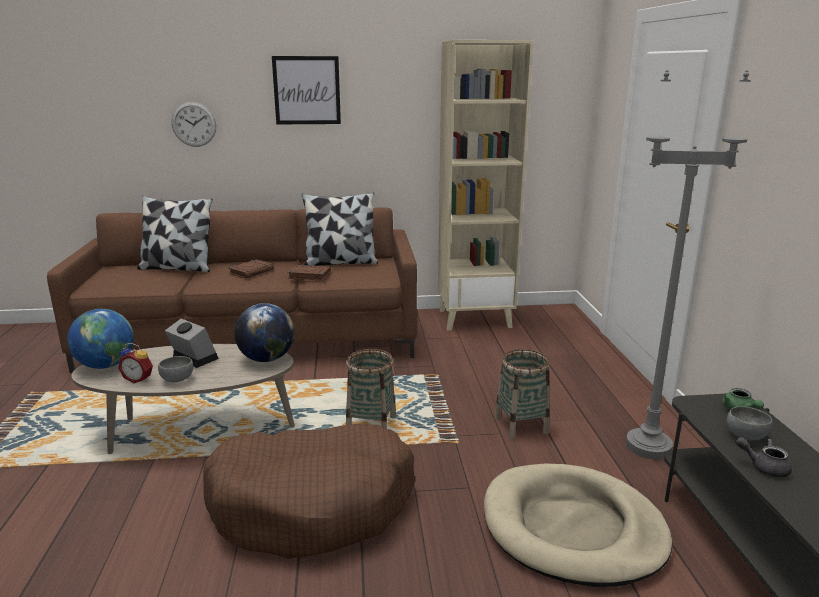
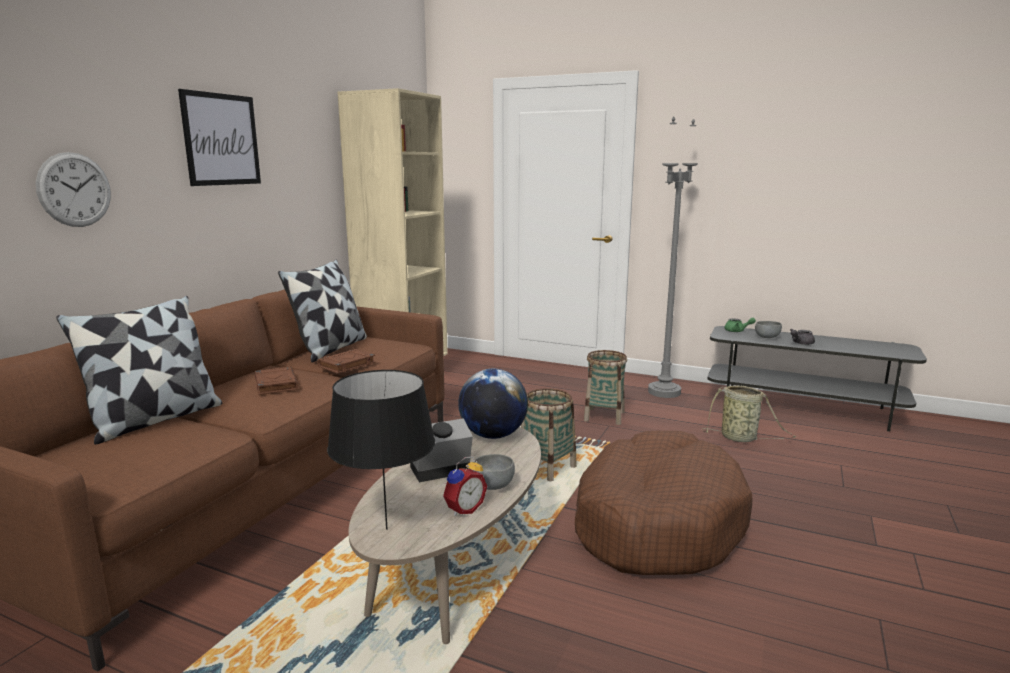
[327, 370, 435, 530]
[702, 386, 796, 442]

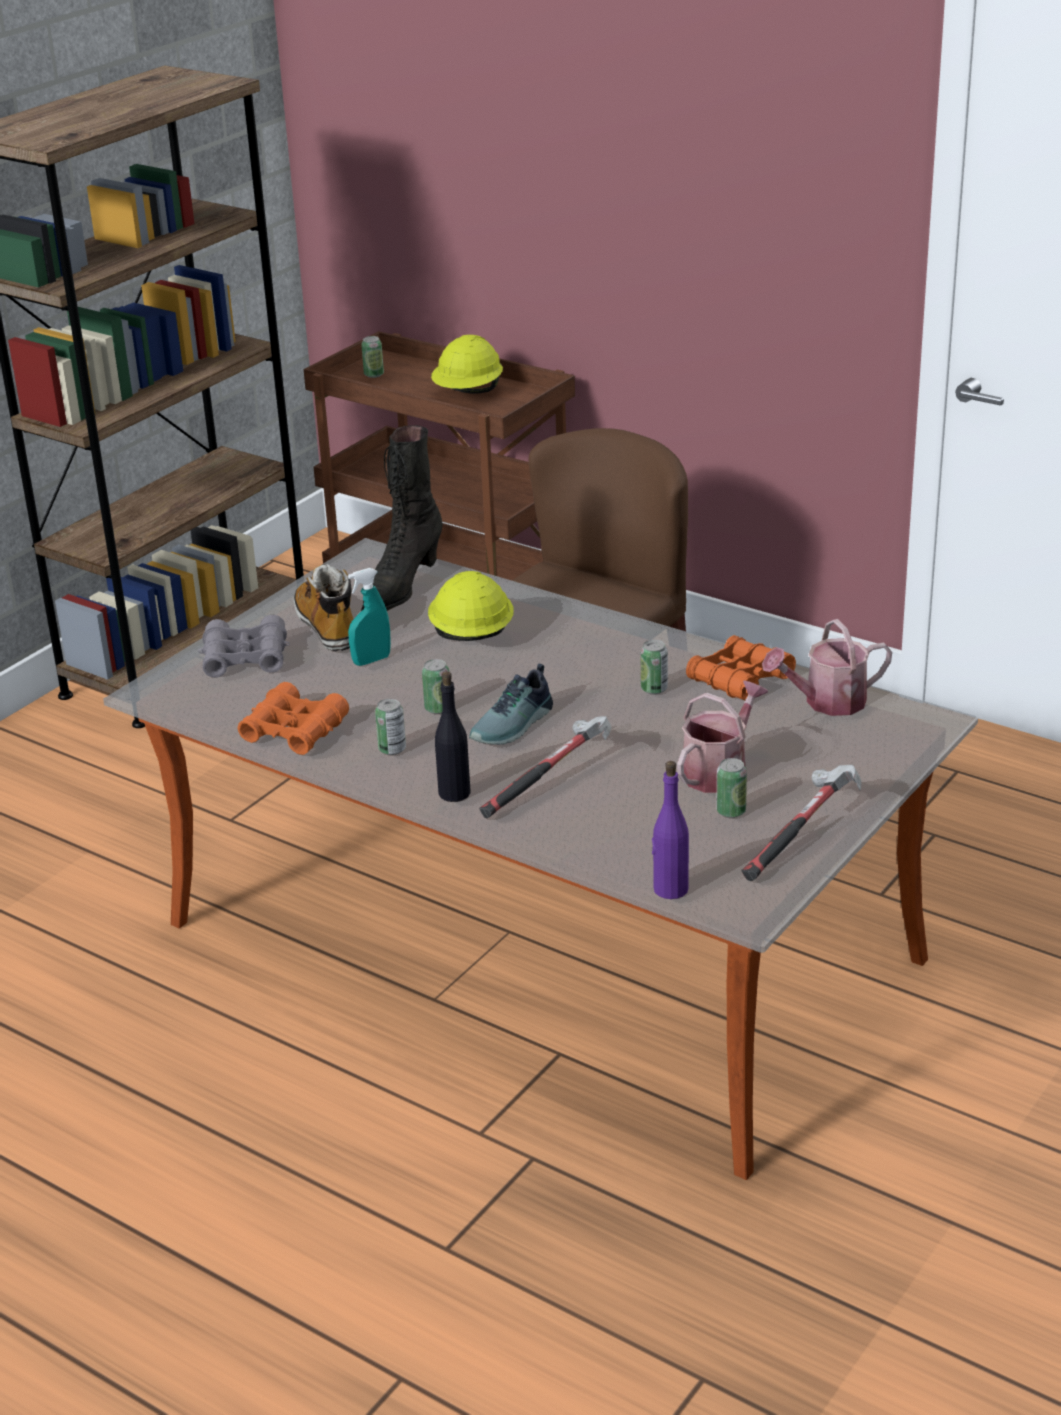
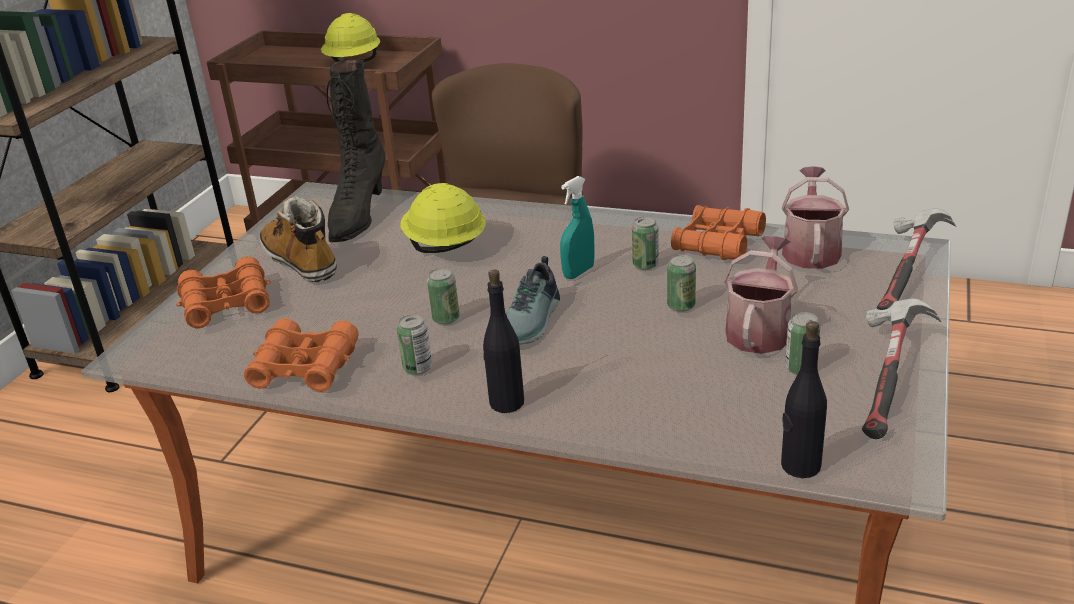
[667, 254, 696, 312]
[560, 176, 595, 279]
[176, 256, 271, 328]
[782, 166, 849, 269]
[877, 208, 956, 310]
[781, 321, 827, 478]

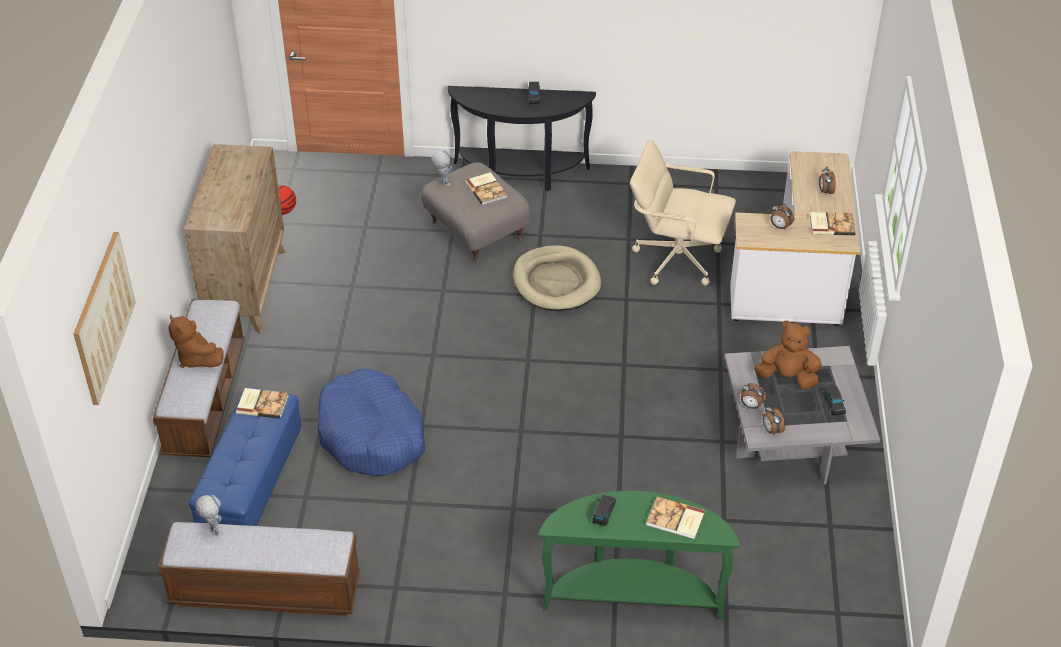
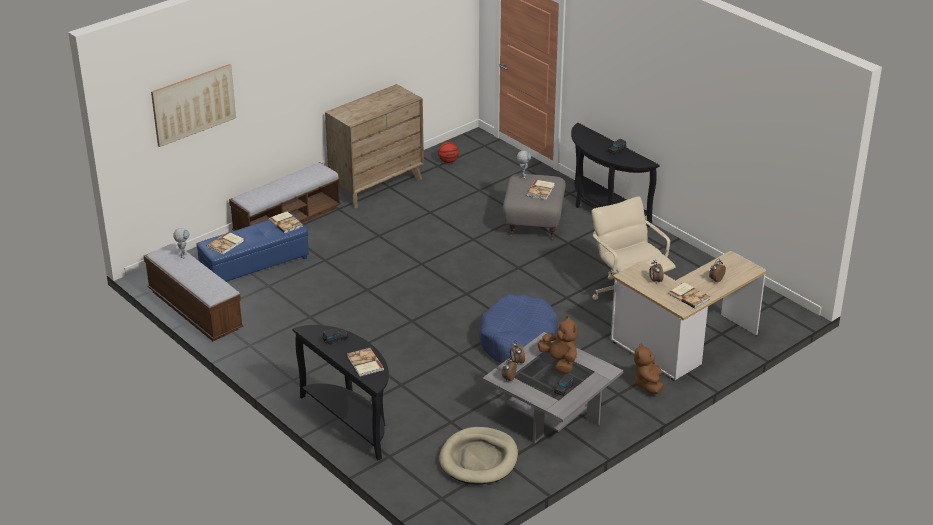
[439, 427, 518, 485]
[634, 343, 664, 395]
[479, 294, 558, 363]
[292, 325, 389, 460]
[207, 232, 244, 255]

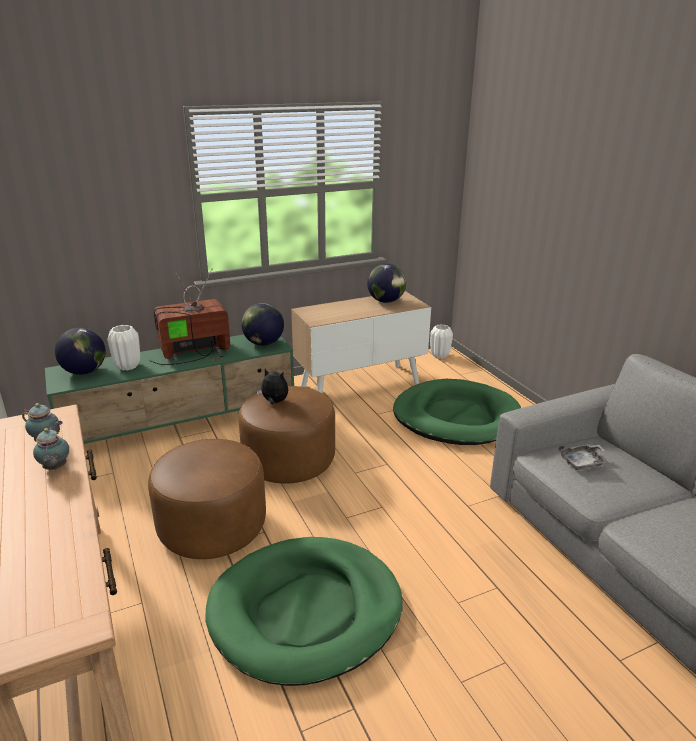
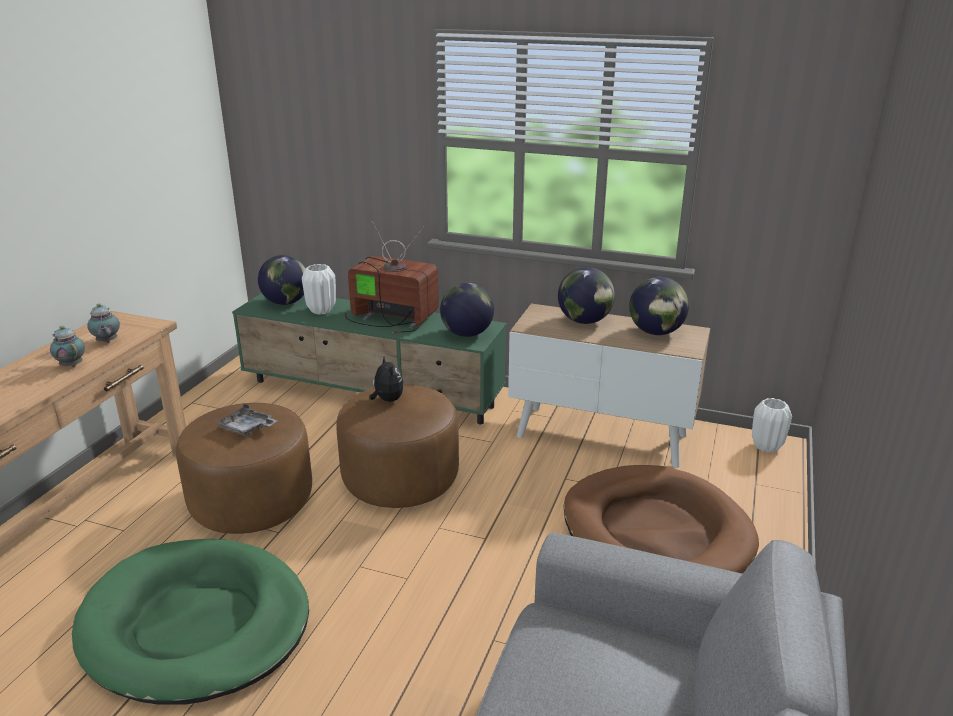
[564, 465, 759, 574]
[50, 326, 85, 367]
[215, 404, 277, 436]
[558, 267, 615, 324]

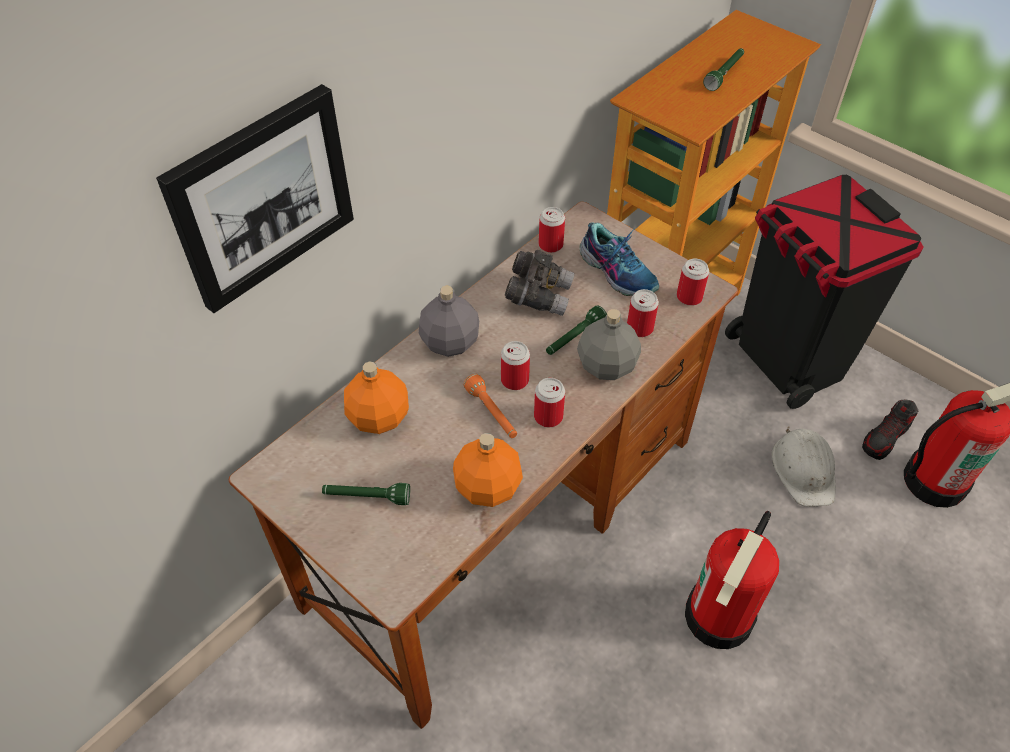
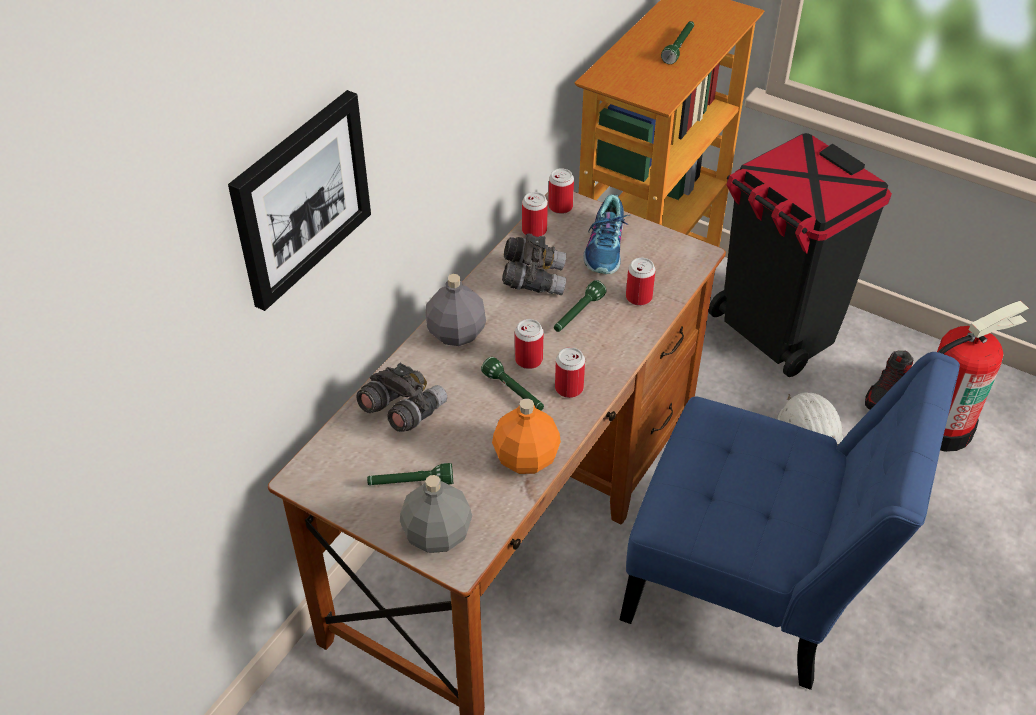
[583, 194, 628, 274]
[548, 168, 574, 214]
[400, 475, 472, 553]
[357, 363, 447, 432]
[481, 357, 544, 410]
[620, 352, 960, 690]

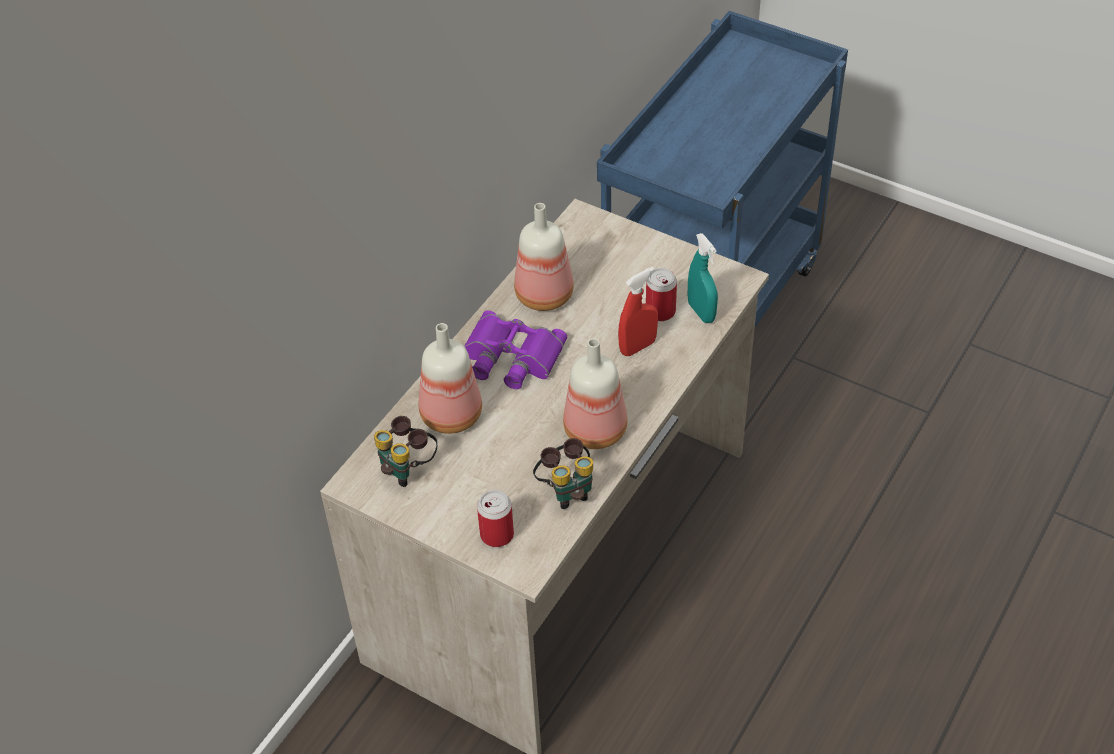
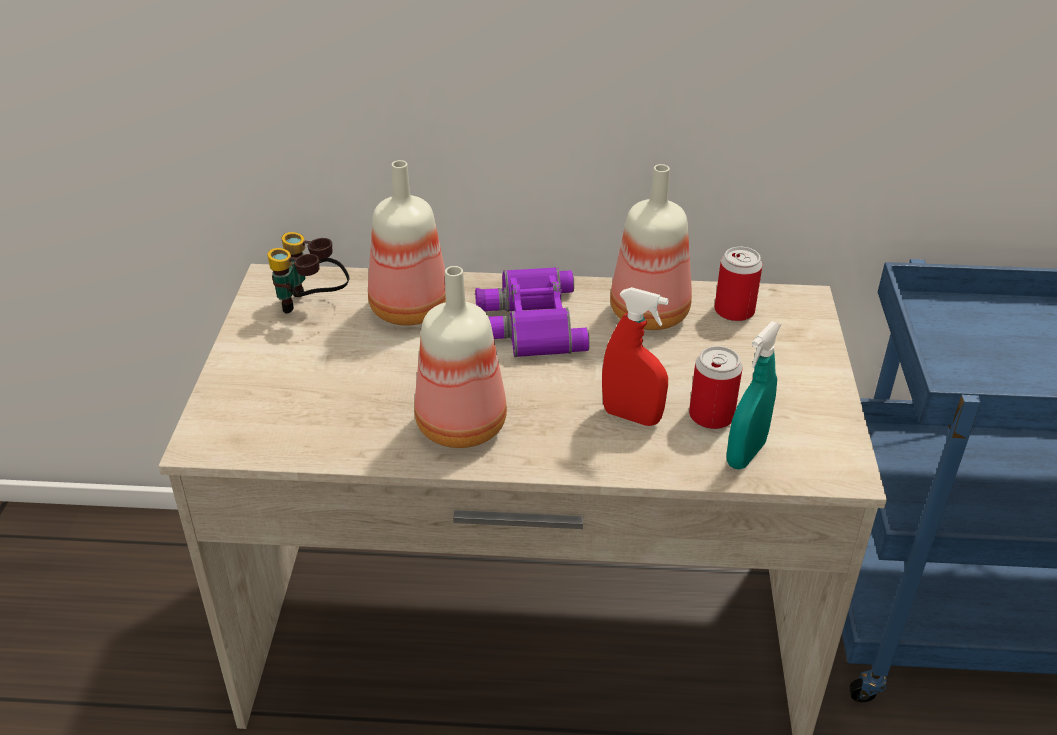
[533, 438, 593, 509] (first image)
[714, 247, 763, 321]

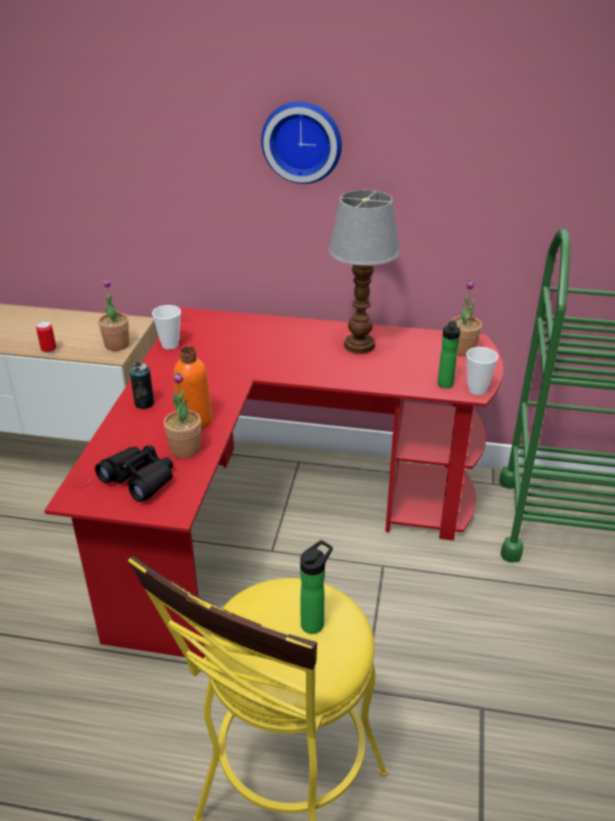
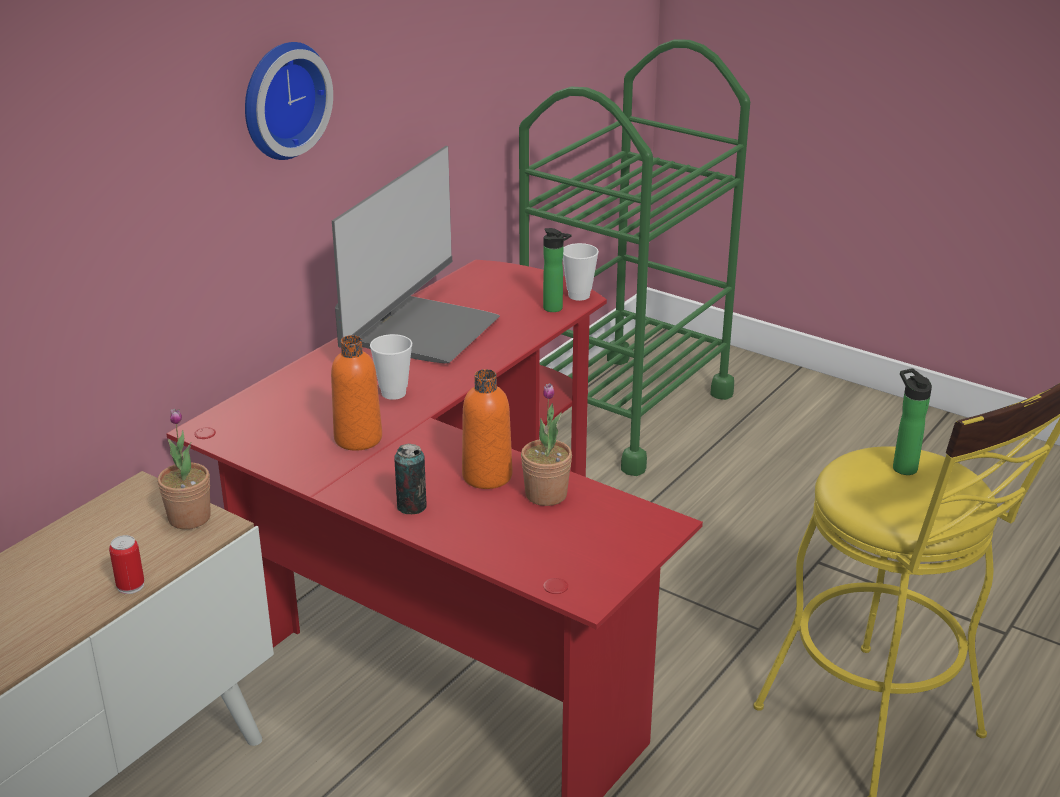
[332, 146, 500, 364]
[452, 280, 482, 356] (first image)
[370, 334, 412, 400]
[95, 445, 173, 502] (first image)
[331, 335, 382, 451]

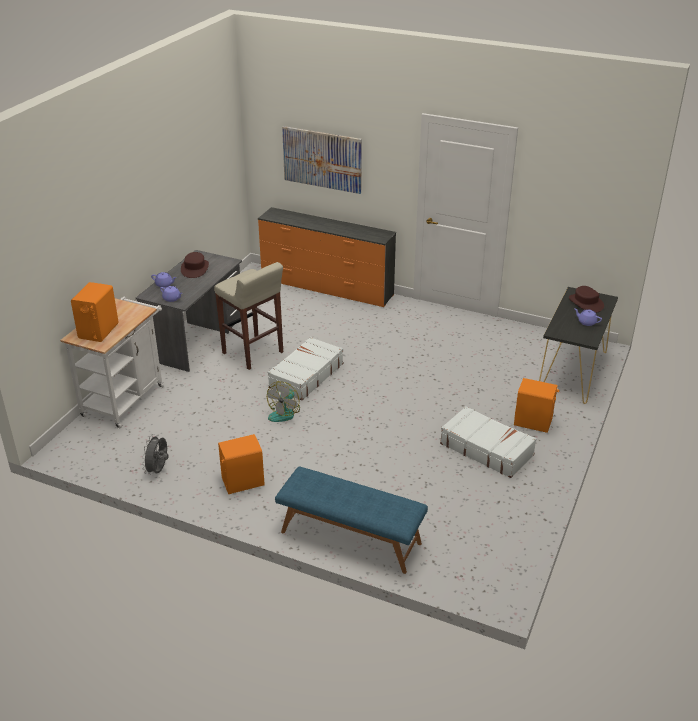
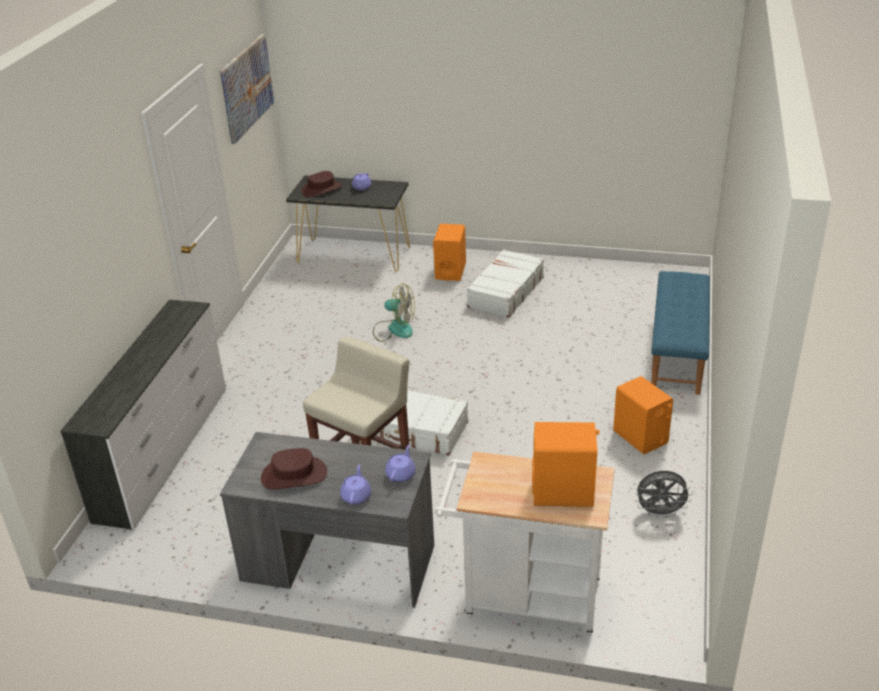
[219, 34, 274, 144]
[60, 299, 226, 531]
[373, 284, 415, 342]

